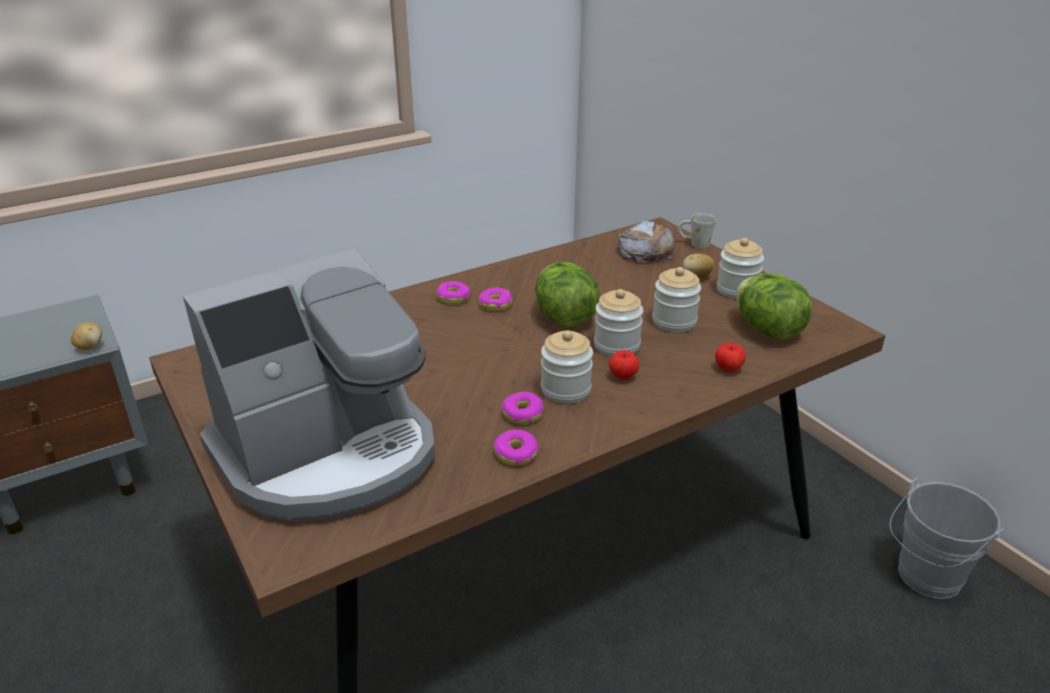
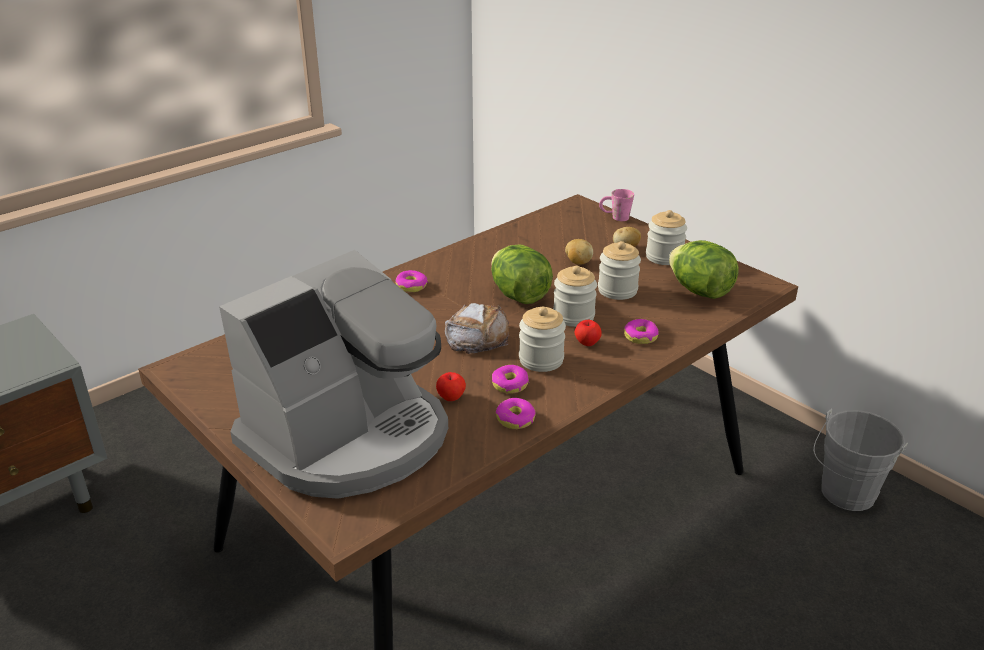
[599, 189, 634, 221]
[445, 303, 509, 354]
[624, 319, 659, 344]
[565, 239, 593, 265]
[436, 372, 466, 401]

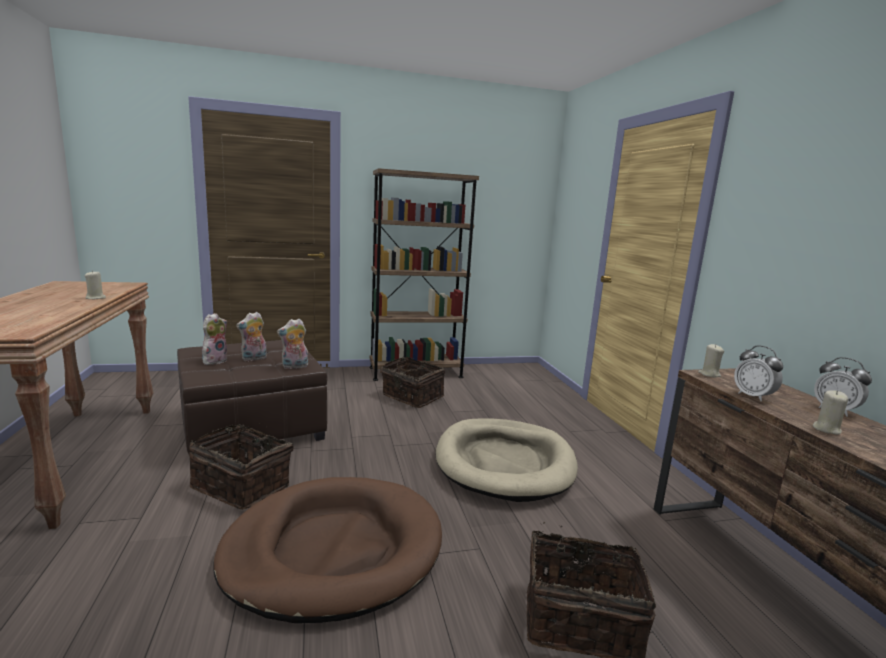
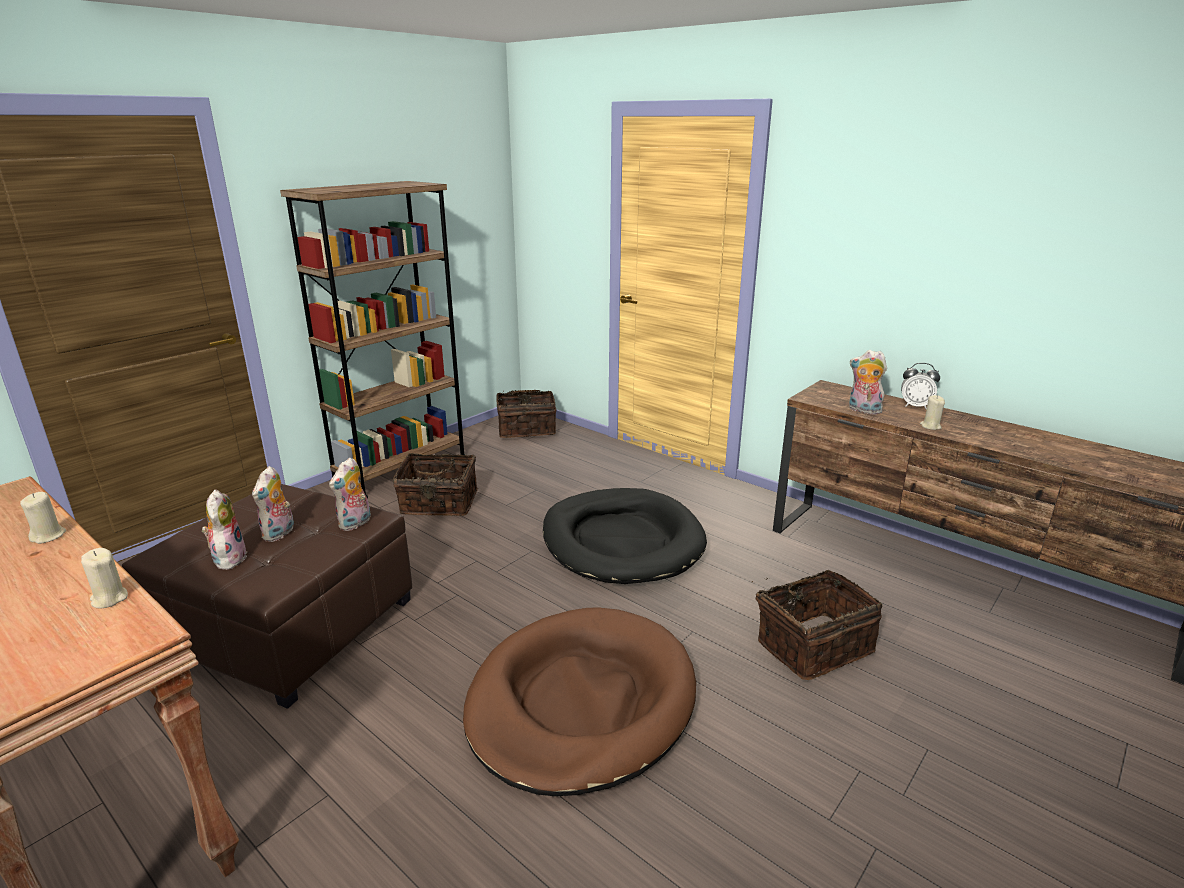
[81, 548, 128, 609]
[849, 350, 887, 415]
[543, 488, 707, 584]
[496, 390, 556, 438]

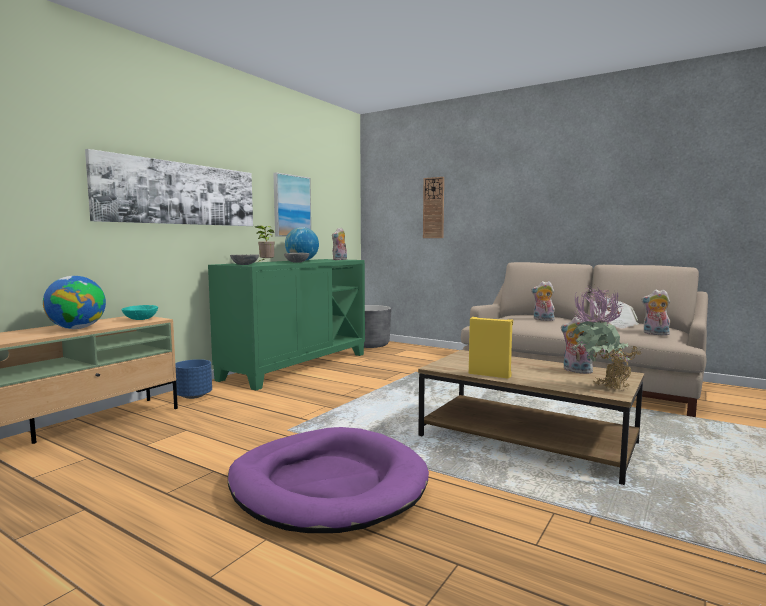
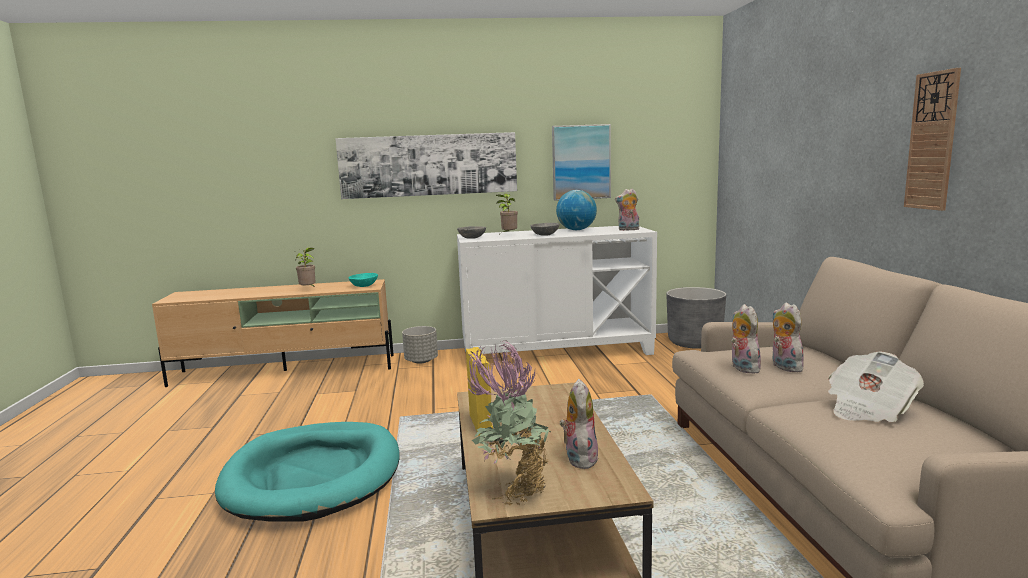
[904, 68, 961, 211]
[457, 226, 657, 355]
[296, 247, 315, 287]
[731, 304, 761, 374]
[402, 326, 438, 364]
[215, 422, 400, 522]

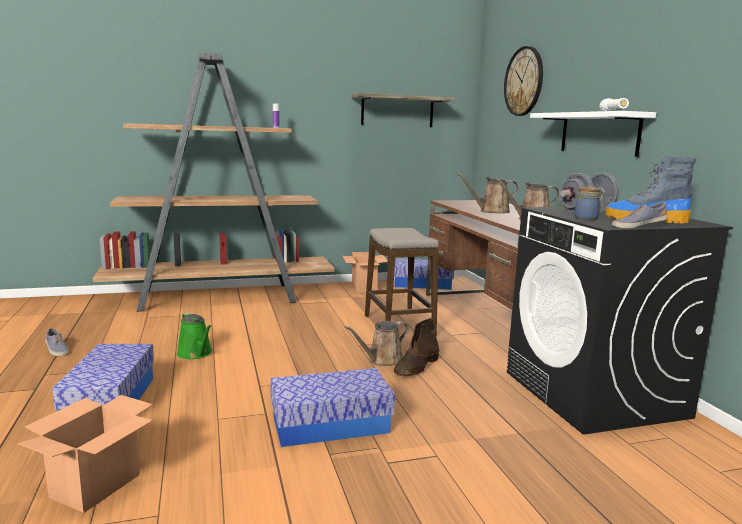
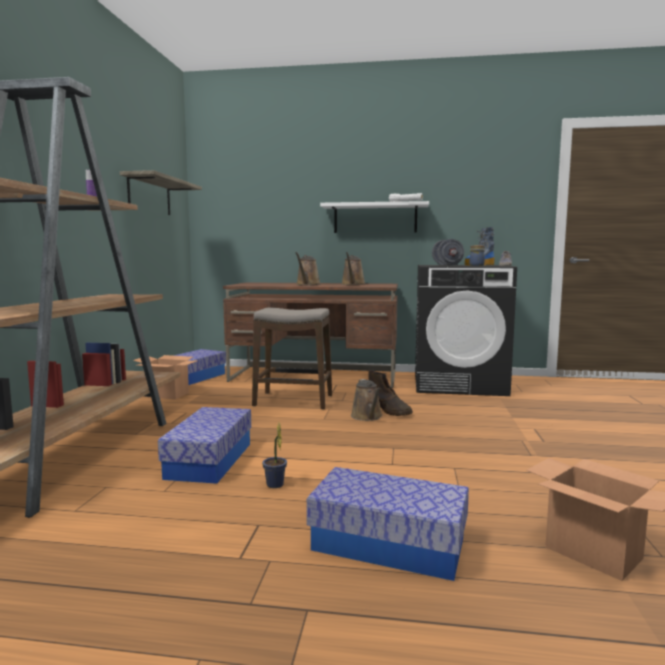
[504, 46, 543, 116] (first image)
[262, 424, 287, 488]
[45, 328, 69, 356] (first image)
[158, 407, 251, 484]

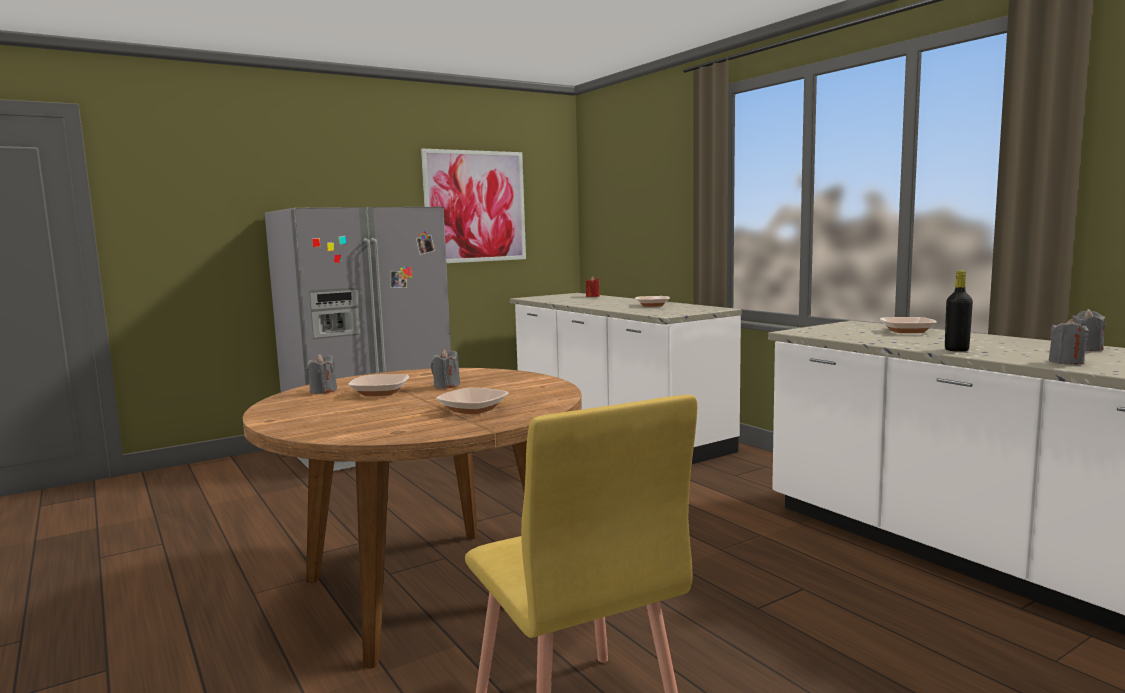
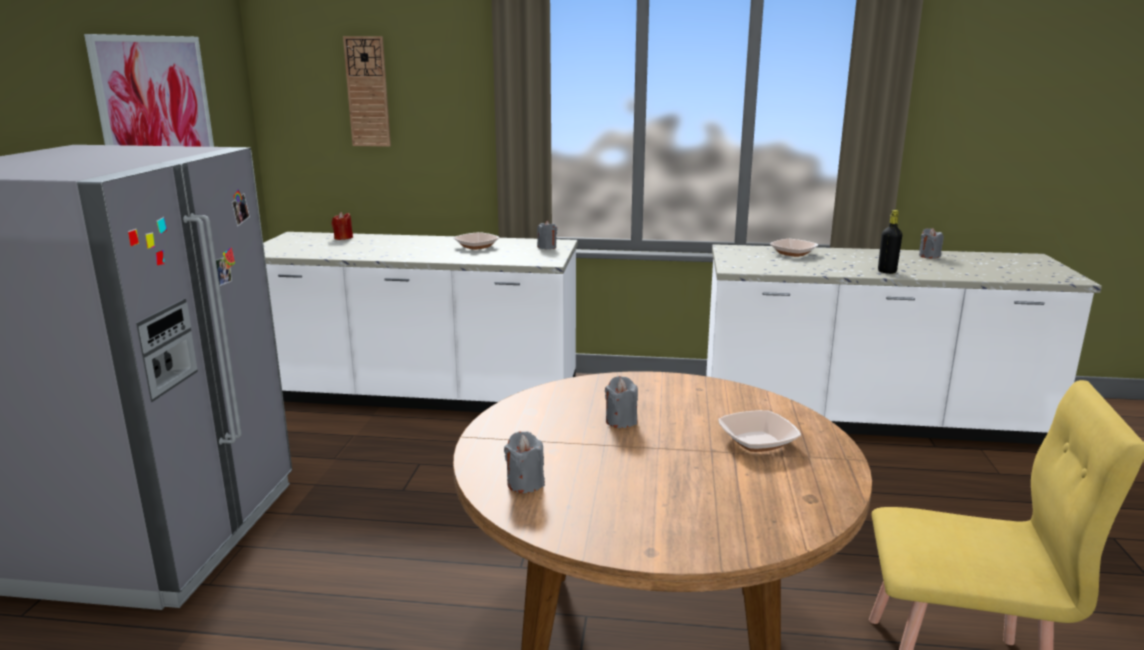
[537, 221, 557, 249]
[349, 374, 409, 396] (first image)
[343, 36, 391, 147]

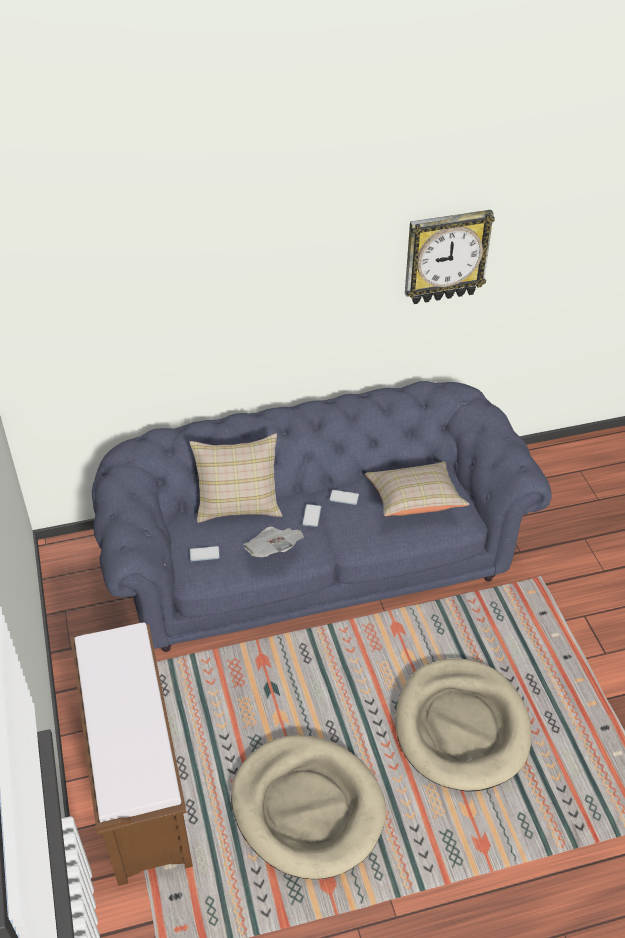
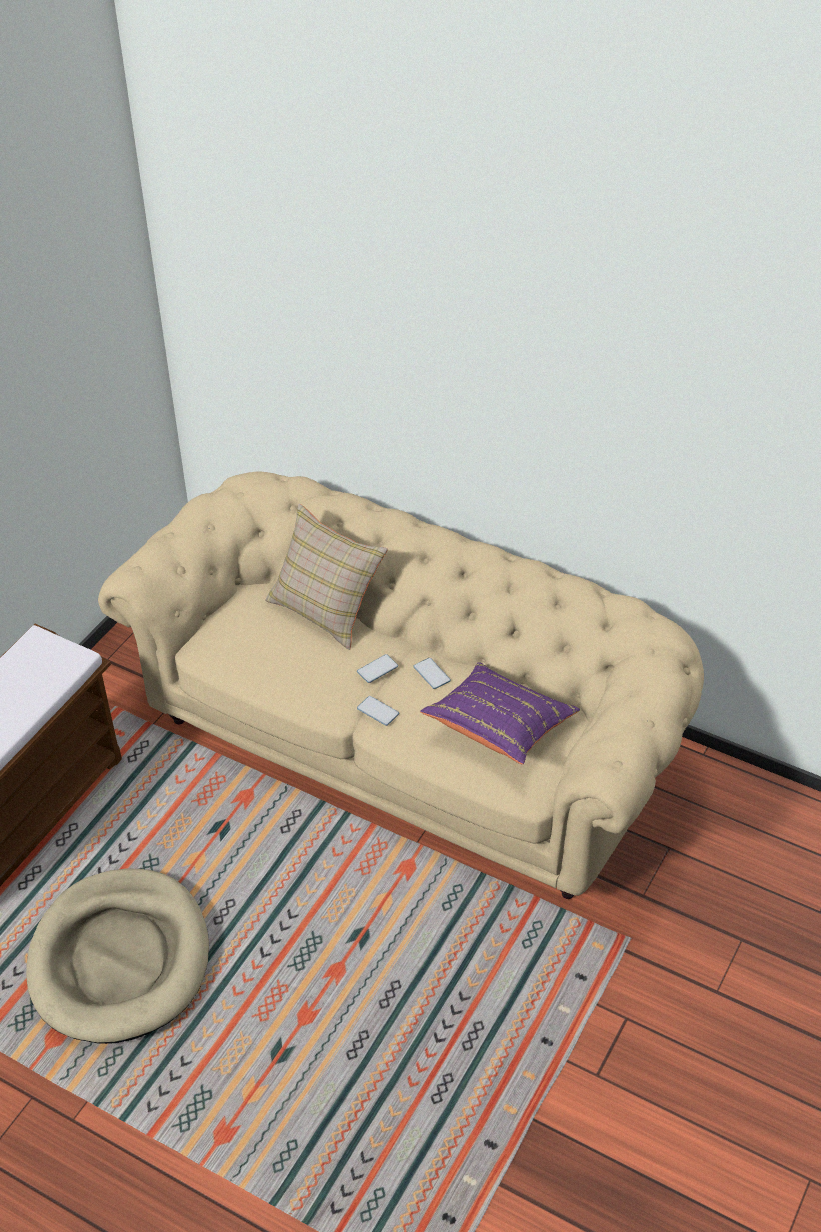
[405, 210, 495, 304] (first image)
[98, 472, 704, 899]
[420, 662, 580, 764]
[243, 526, 304, 557] (first image)
[357, 696, 399, 726]
[396, 659, 531, 791] (first image)

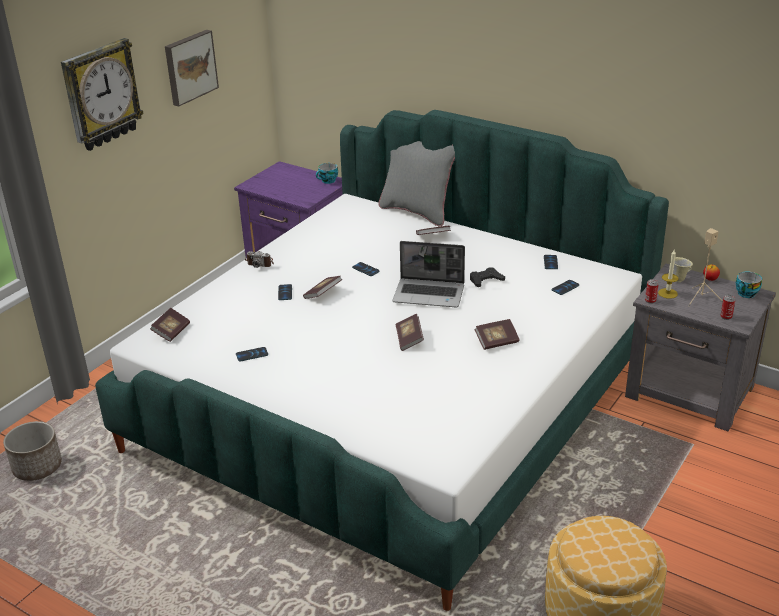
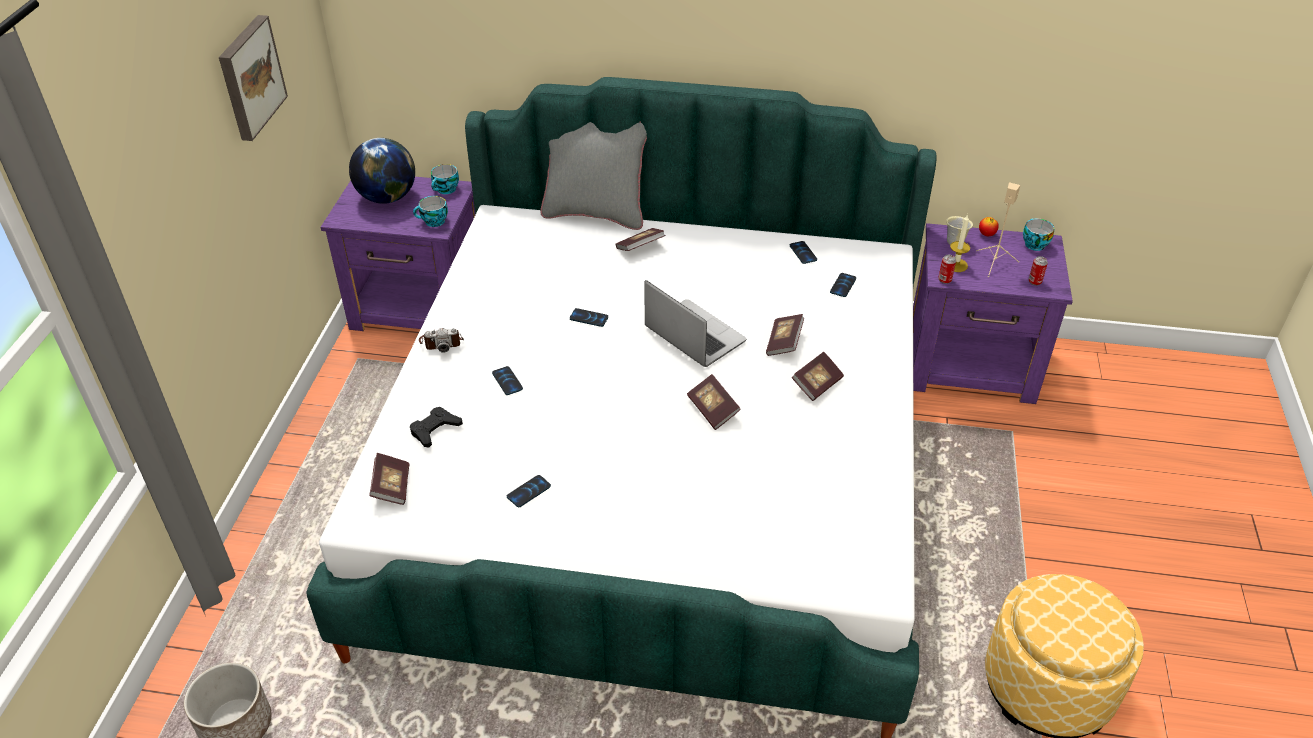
[61, 38, 144, 151] (first image)
[644, 280, 746, 367]
[913, 223, 1073, 404]
[410, 407, 463, 447]
[766, 314, 804, 356]
[349, 138, 415, 204]
[413, 196, 448, 227]

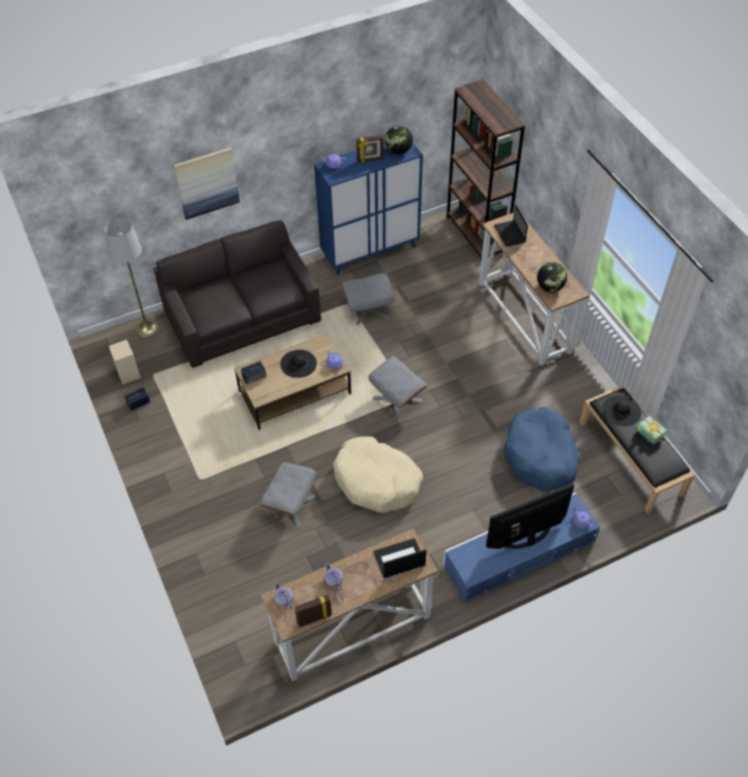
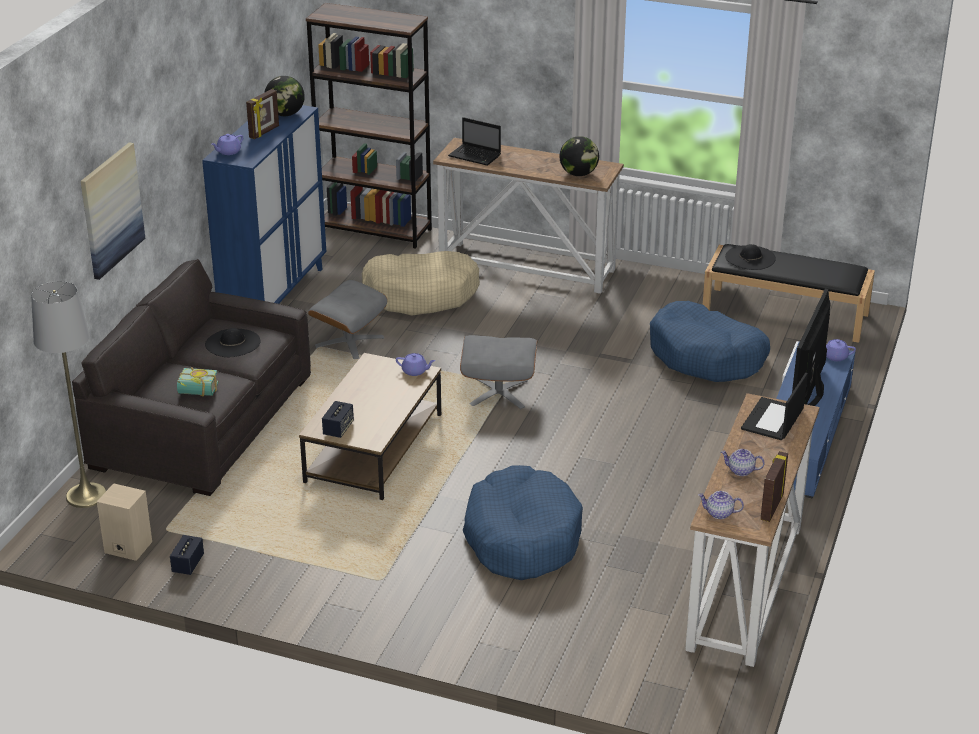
[205, 328, 261, 357]
[177, 367, 218, 397]
[362, 251, 480, 316]
[463, 465, 583, 580]

